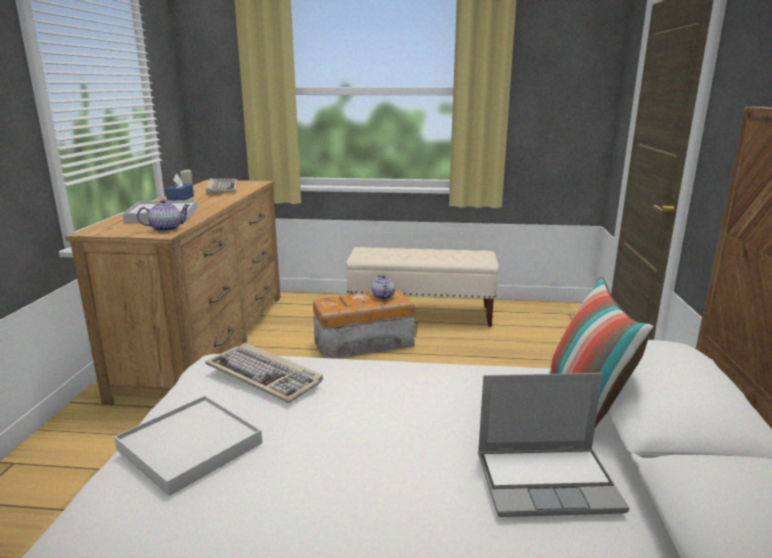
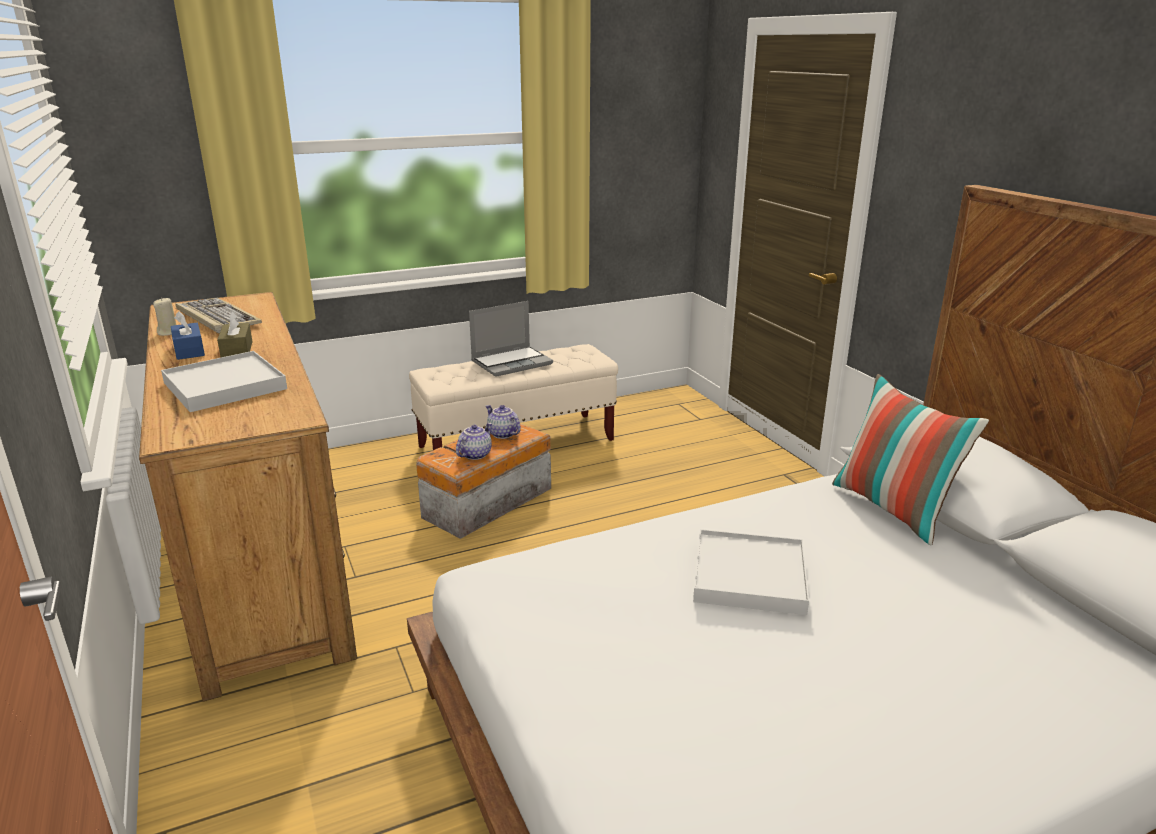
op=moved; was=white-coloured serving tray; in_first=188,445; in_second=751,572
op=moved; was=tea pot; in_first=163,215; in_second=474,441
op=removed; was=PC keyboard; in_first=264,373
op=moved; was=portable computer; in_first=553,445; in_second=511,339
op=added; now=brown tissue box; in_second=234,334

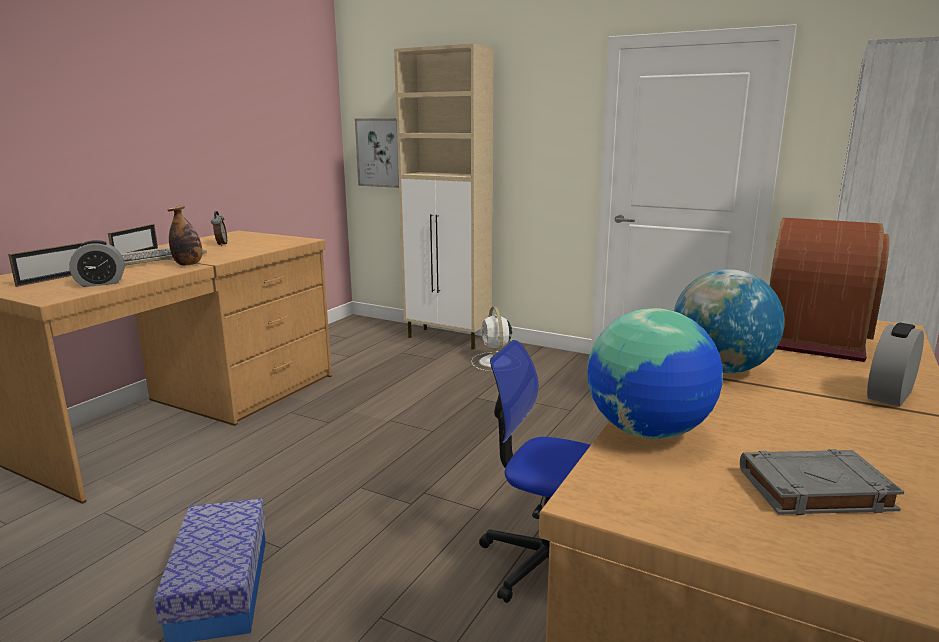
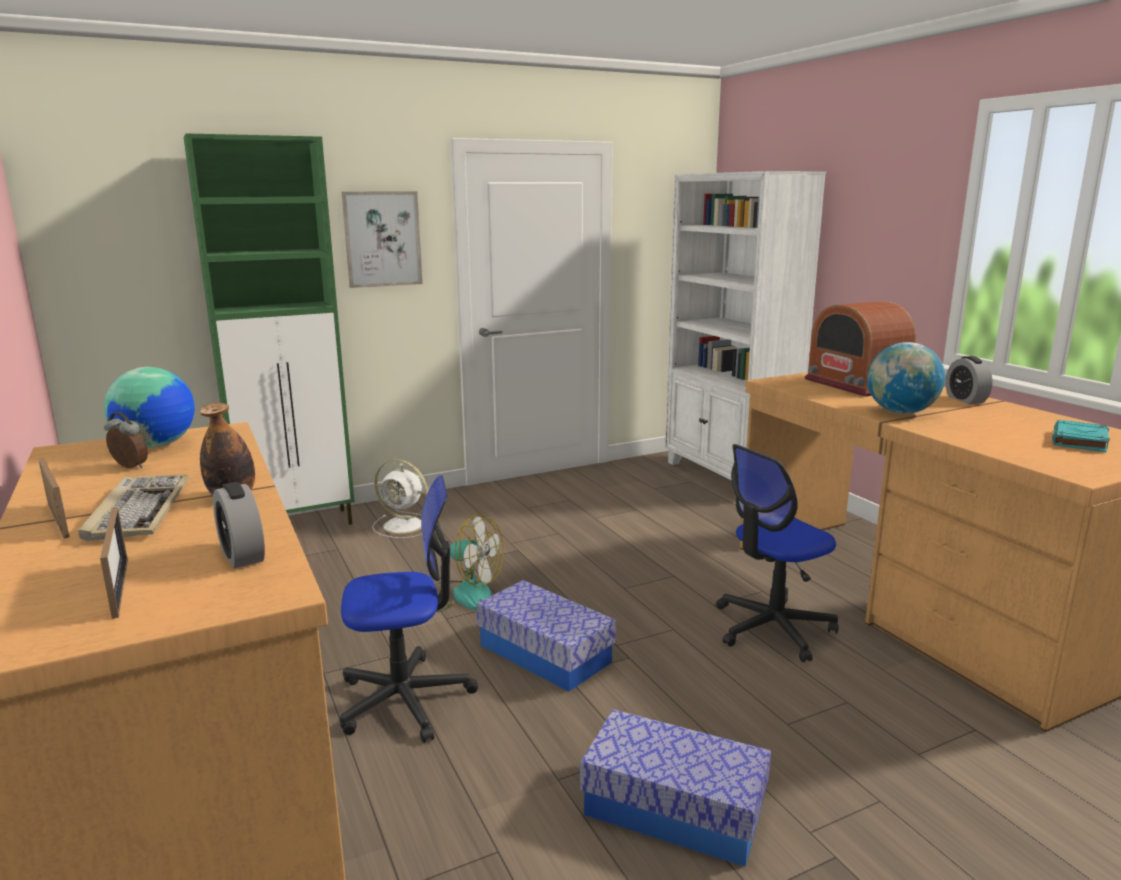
op=turned; was=alarm clock; in_first=96,263; in_second=239,525; clockwise=135
op=moved; was=picture; in_first=377,153; in_second=382,239
op=recoloured; was=sand-coloured cupboard; now=greenish cupboard; in_first=443,197; in_second=269,329
op=moved; was=globe; in_first=655,373; in_second=149,407
op=recoloured; was=greyish book; now=turquoise book; in_first=822,482; in_second=1081,436
op=added; now=desk chair; in_second=408,609
op=added; now=electric fan; in_second=470,563
op=added; now=storage container; in_second=546,636

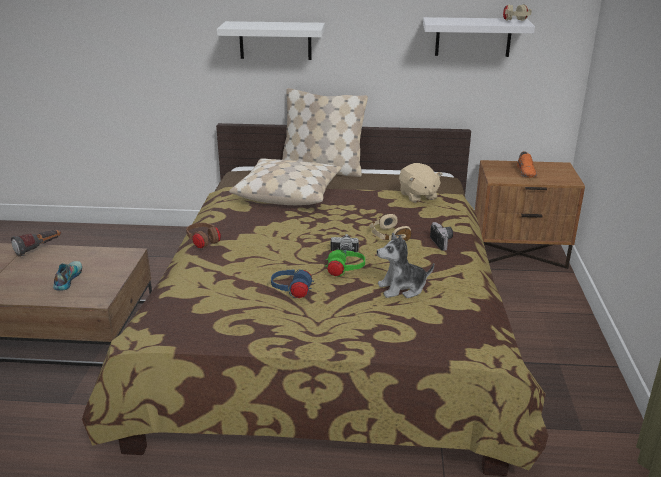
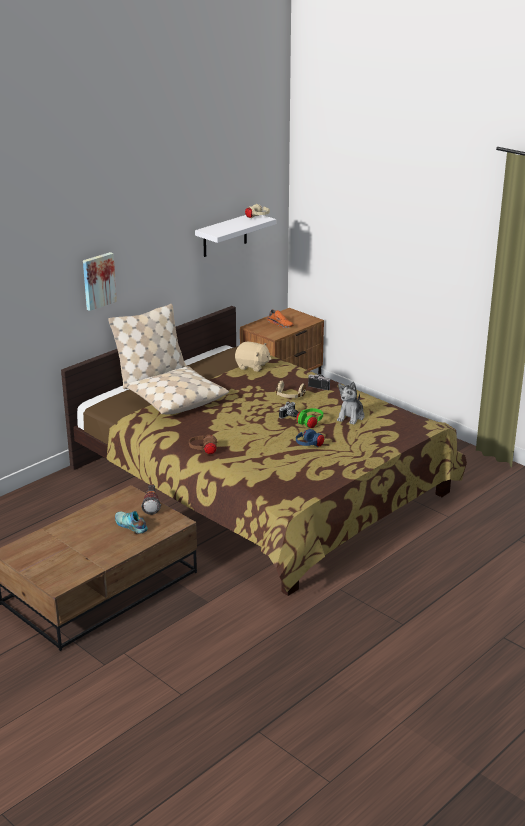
op=moved; was=flashlight; in_first=36,243; in_second=151,499
op=replaced; was=white-coloured shelf; now=picture; in_first=271,40; in_second=100,281

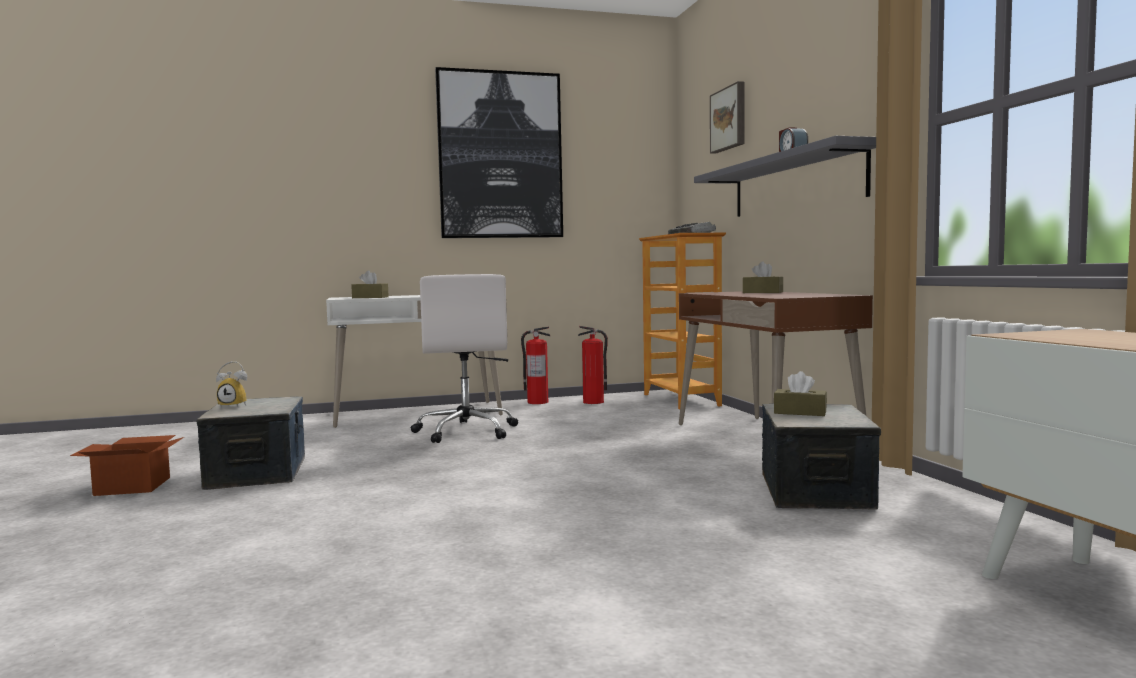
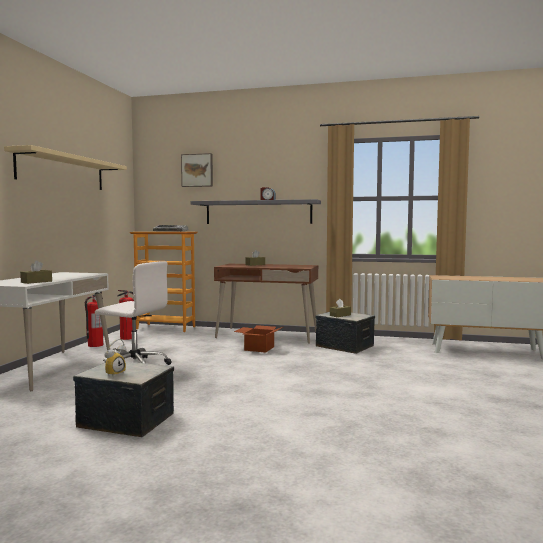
op=moved; was=cardboard box; in_first=127,465; in_second=258,339
op=replaced; was=picture; now=sand-coloured shelf; in_first=499,152; in_second=65,167

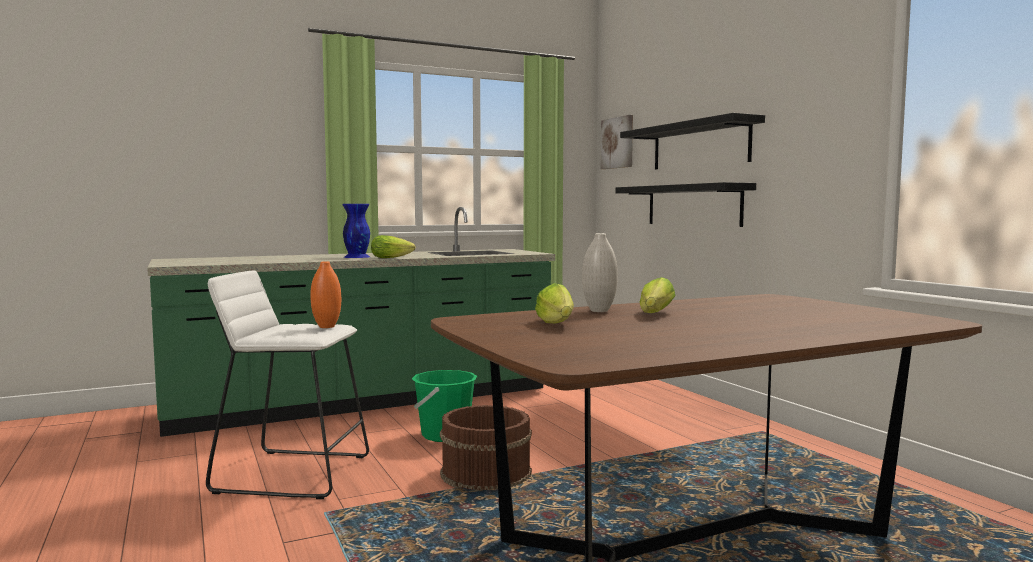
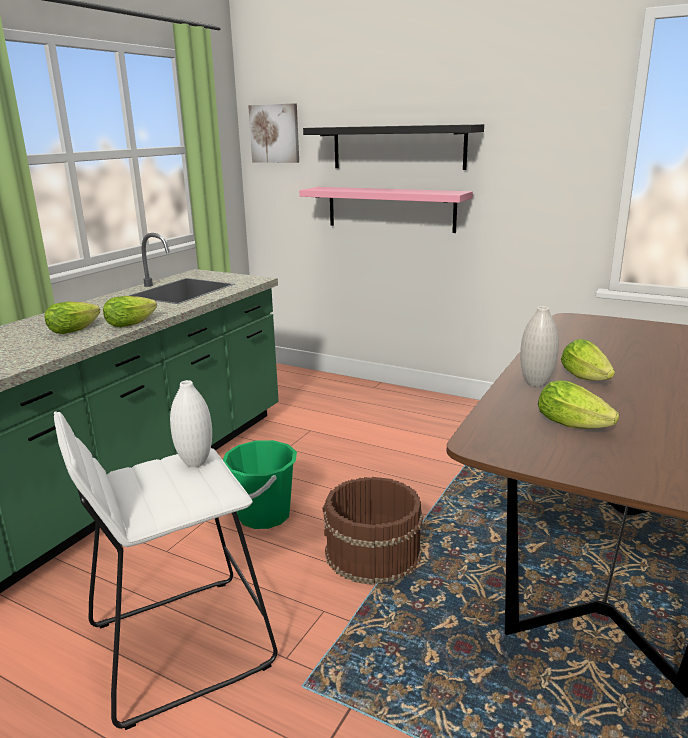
op=recoloured; was=orange-coloured flower vase; now=white-coloured flower vase; in_first=326,294; in_second=191,423
op=replaced; was=bluish flower vase; now=head of lettuce; in_first=356,231; in_second=72,317
op=recoloured; was=black-coloured shelf; now=pink-coloured shelf; in_first=685,204; in_second=386,210

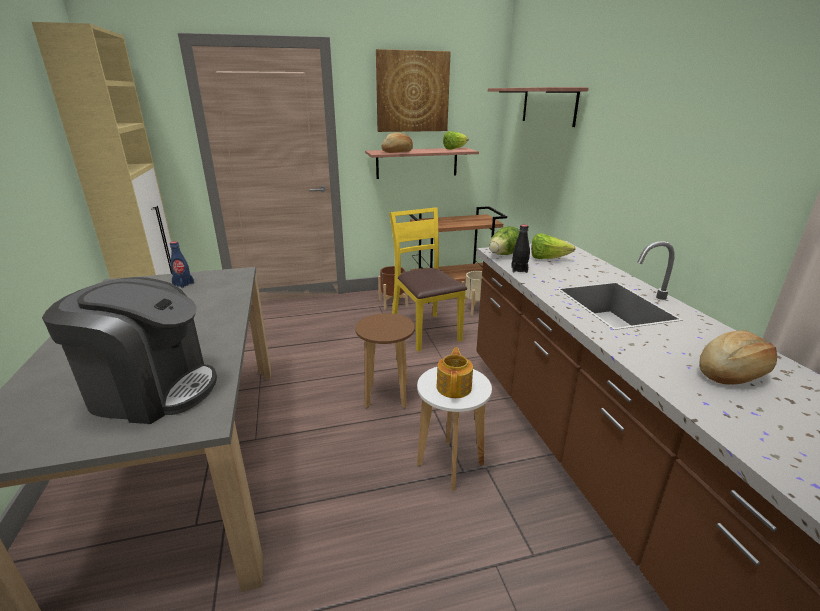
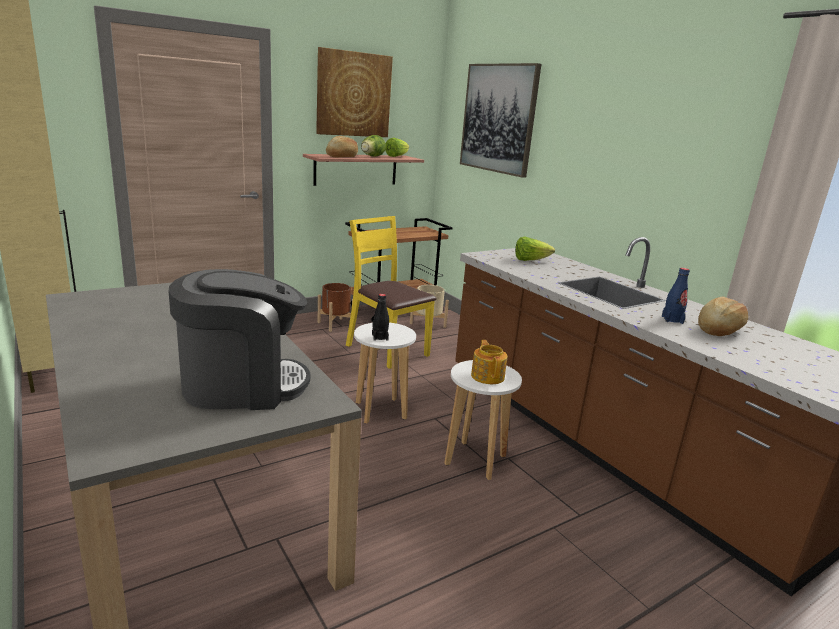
op=moved; was=bluish drink bottle; in_first=182,264; in_second=676,296
op=recoloured; was=brown stool seat; now=white-coloured stool seat; in_first=385,360; in_second=385,373
op=replaced; was=shelf; now=picture; in_first=538,107; in_second=500,120
op=moved; was=head of lettuce; in_first=504,240; in_second=373,146
op=moved; was=black-coloured drink bottle; in_first=520,249; in_second=380,317

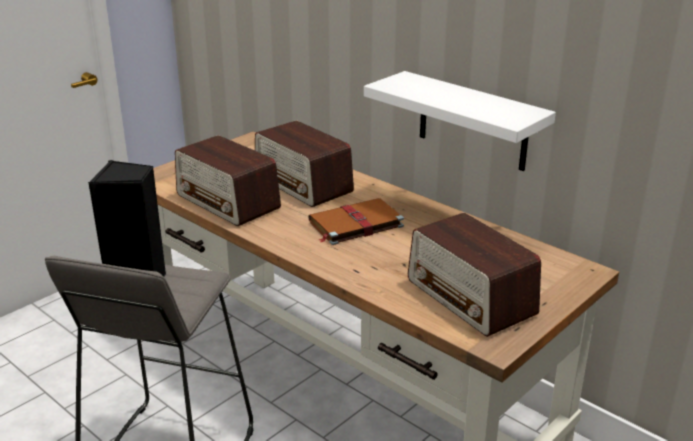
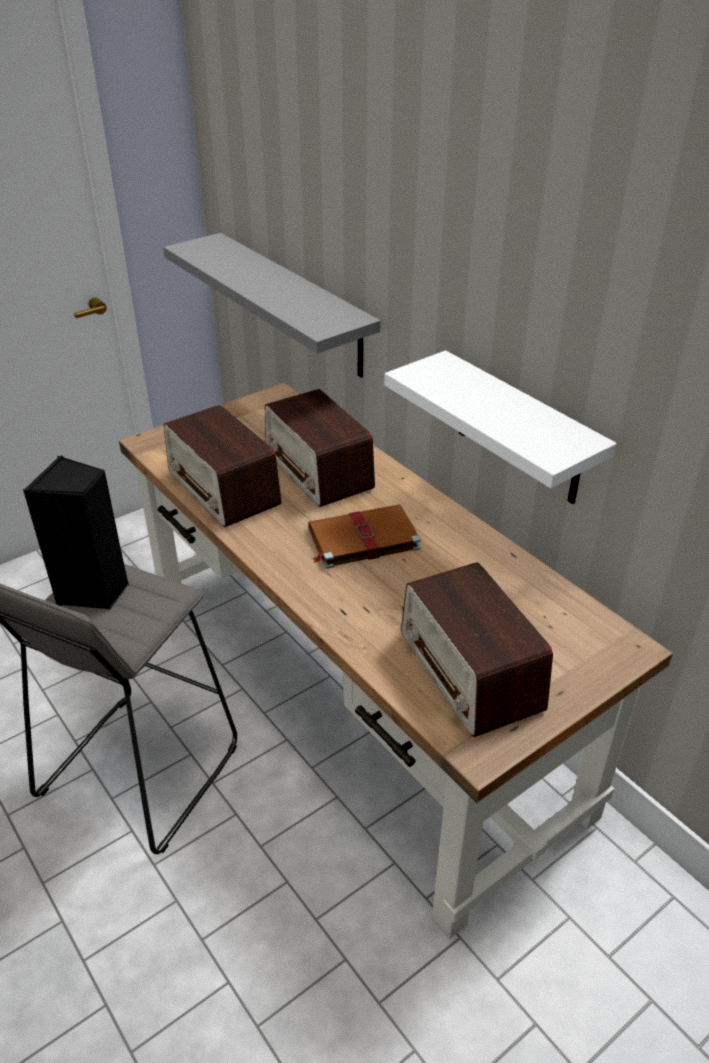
op=added; now=greyish shelf; in_second=271,305

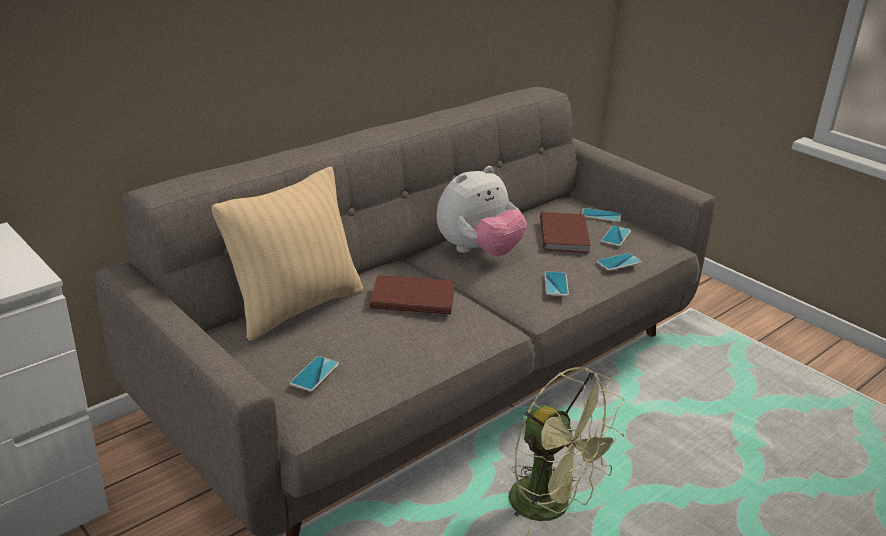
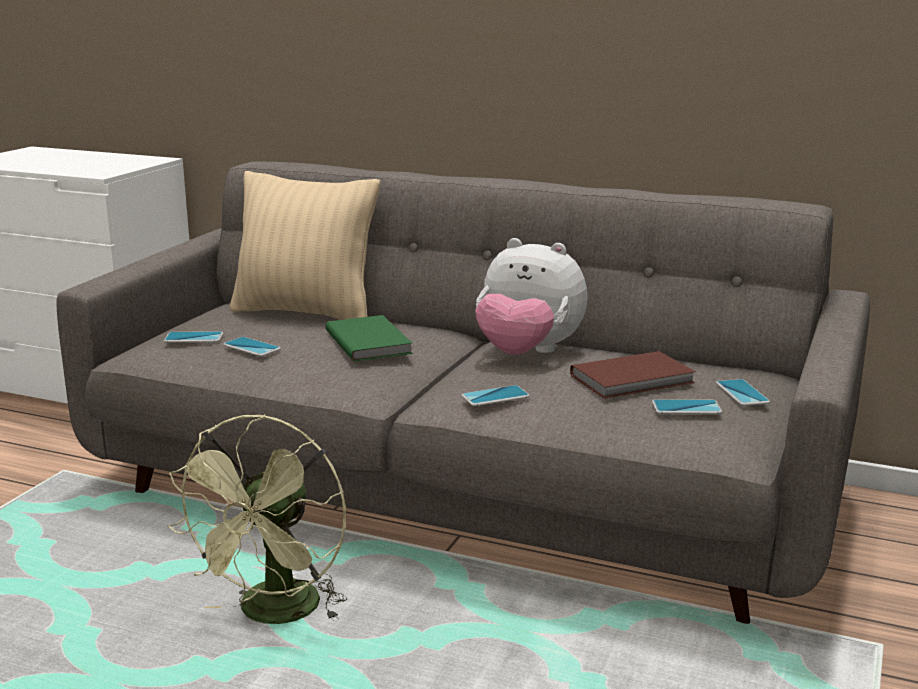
op=recoloured; was=brown book; now=greenish book; in_first=412,295; in_second=369,338
op=moved; was=handset; in_first=619,262; in_second=252,347

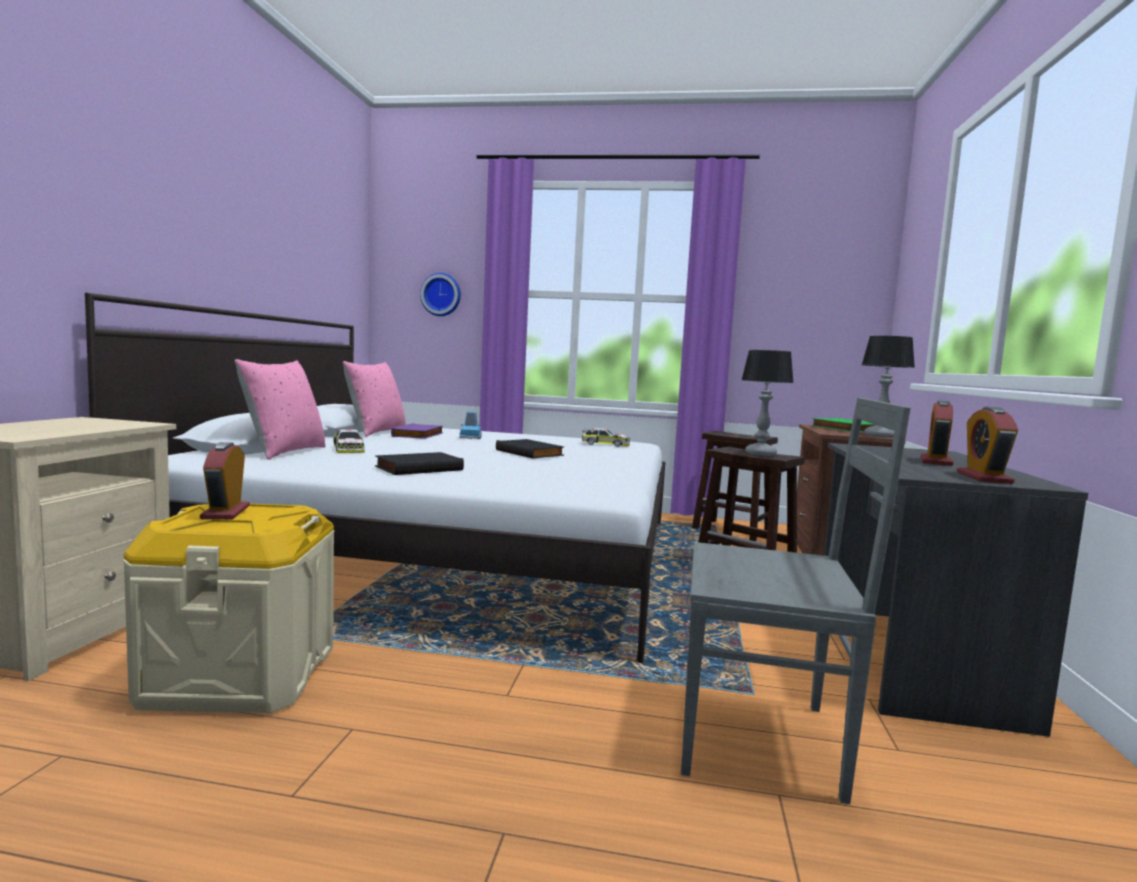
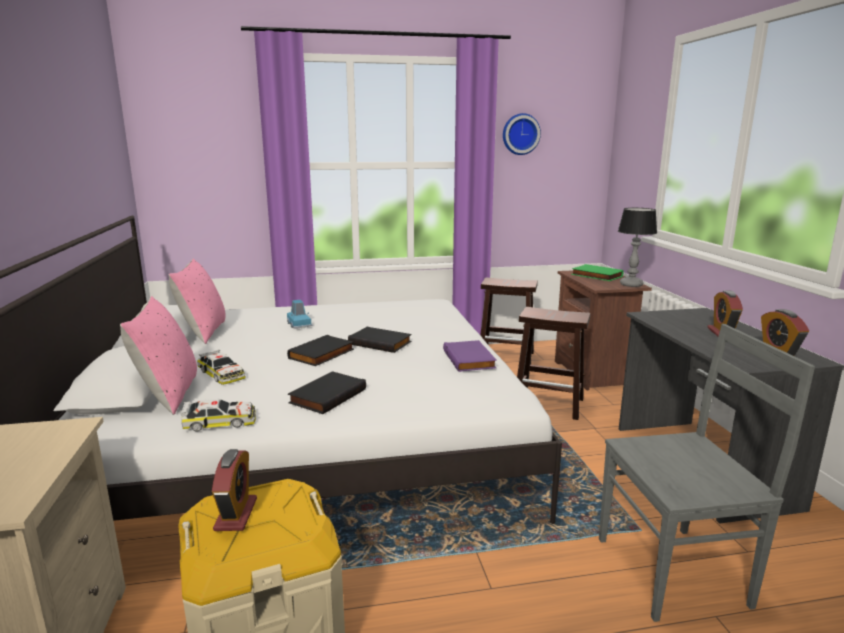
op=turned; was=alarm clock; in_first=225,480; in_second=234,490; clockwise=-150
op=moved; was=purple book; in_first=417,431; in_second=469,356
op=moved; was=wall clock; in_first=440,294; in_second=522,134
op=moved; was=model car; in_first=606,437; in_second=217,415
op=removed; was=tabletop lamp; in_first=768,403
op=added; now=black-coloured book; in_second=320,350

